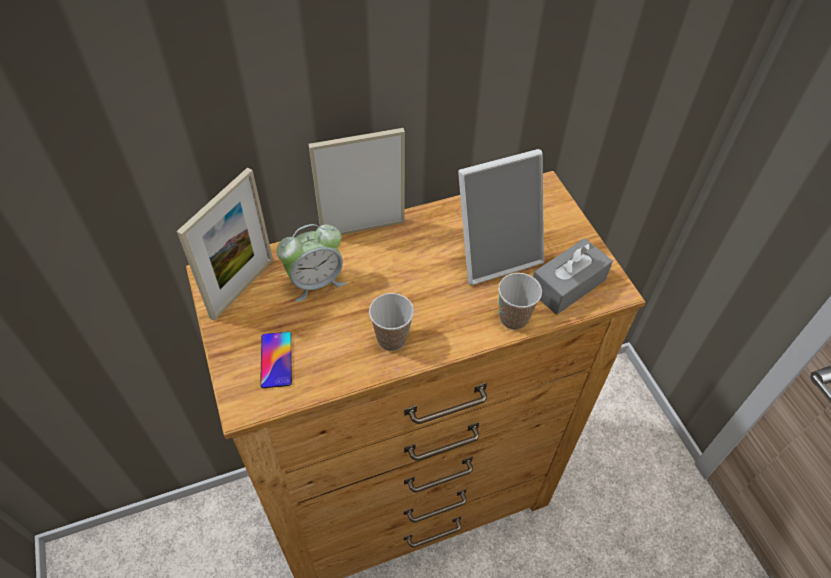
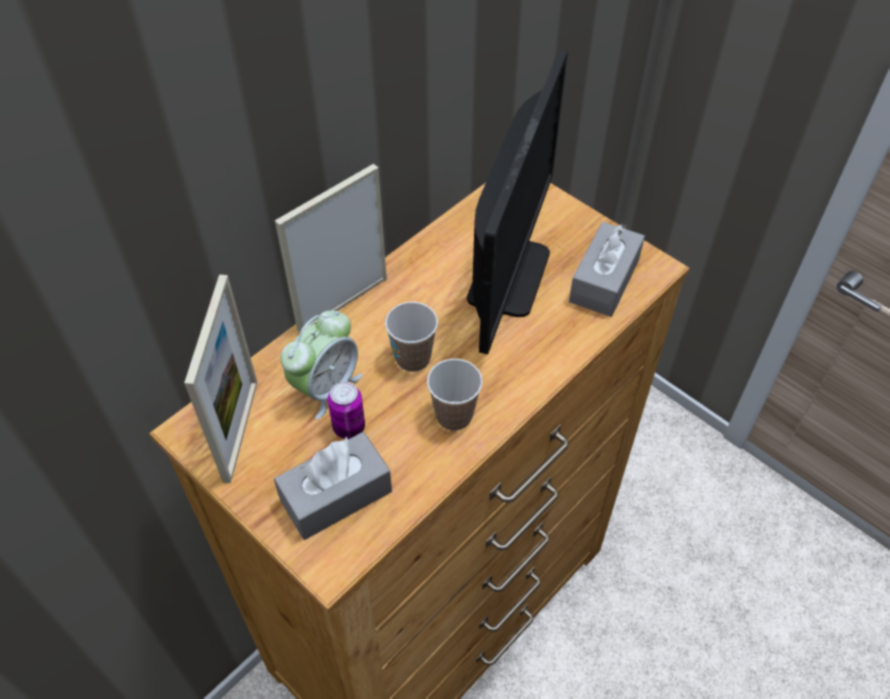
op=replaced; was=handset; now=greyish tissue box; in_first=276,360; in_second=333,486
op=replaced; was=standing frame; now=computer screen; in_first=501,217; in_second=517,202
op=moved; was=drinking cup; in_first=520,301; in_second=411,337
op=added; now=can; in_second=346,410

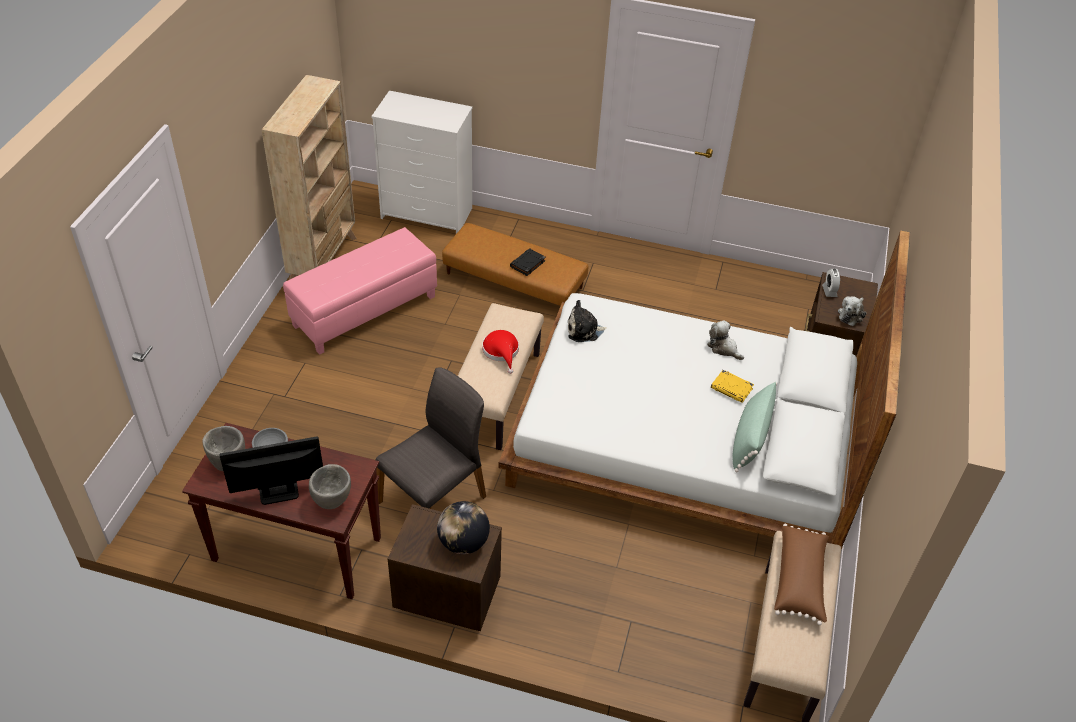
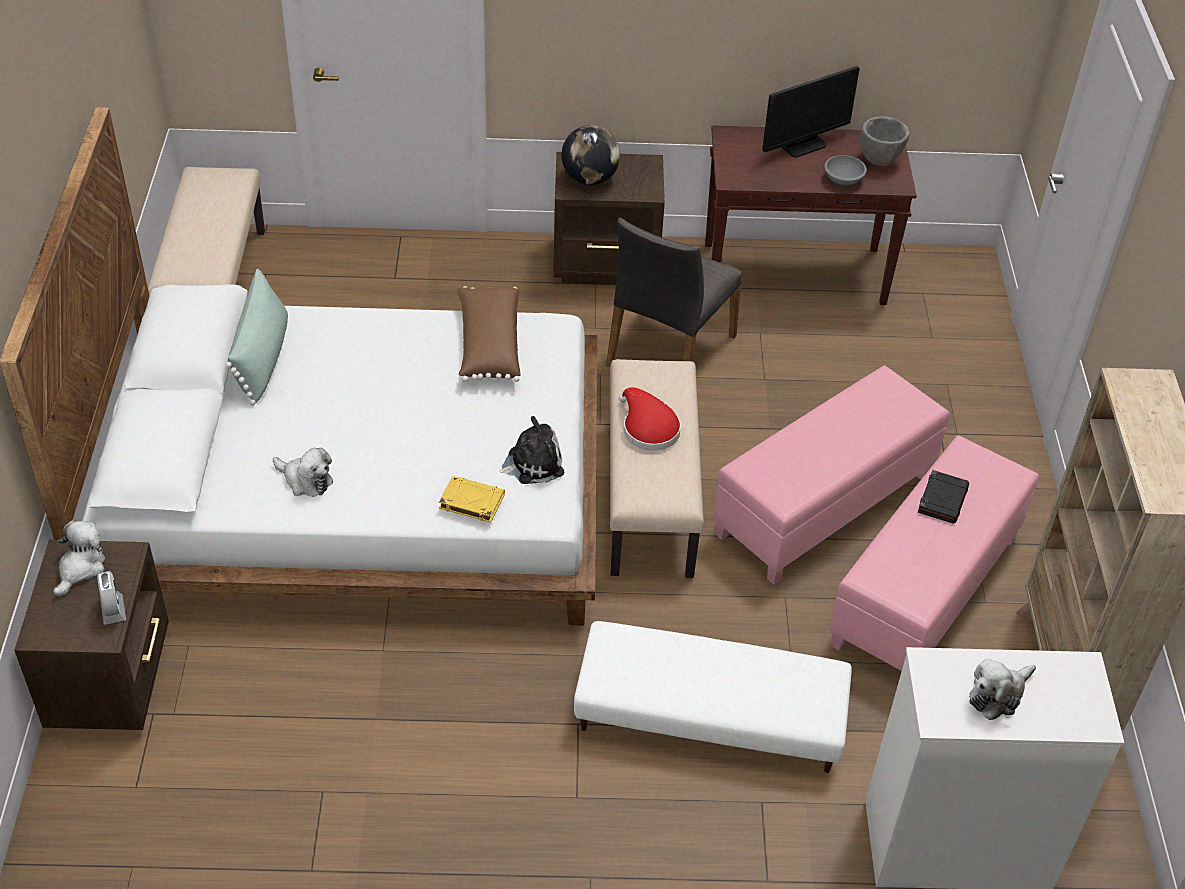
op=removed; was=greyish bowl; in_first=330,486
op=recoloured; was=brown footrest; now=white-coloured footrest; in_first=515,264; in_second=713,697
op=moved; was=black-coloured book; in_first=528,262; in_second=943,497
op=moved; was=yellow-coloured book; in_first=732,386; in_second=472,499
op=moved; was=brown throw pillow; in_first=801,574; in_second=489,334
op=added; now=pink-coloured footrest; in_second=831,474
op=added; now=plush toy; in_second=1002,689

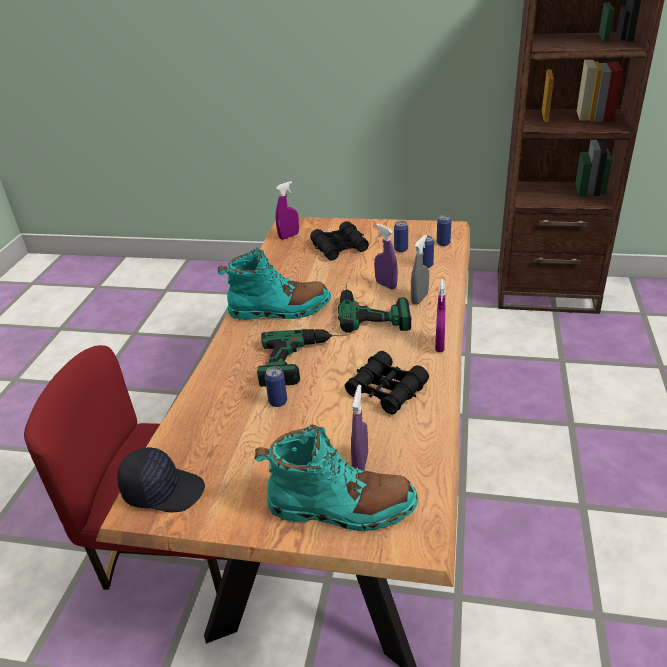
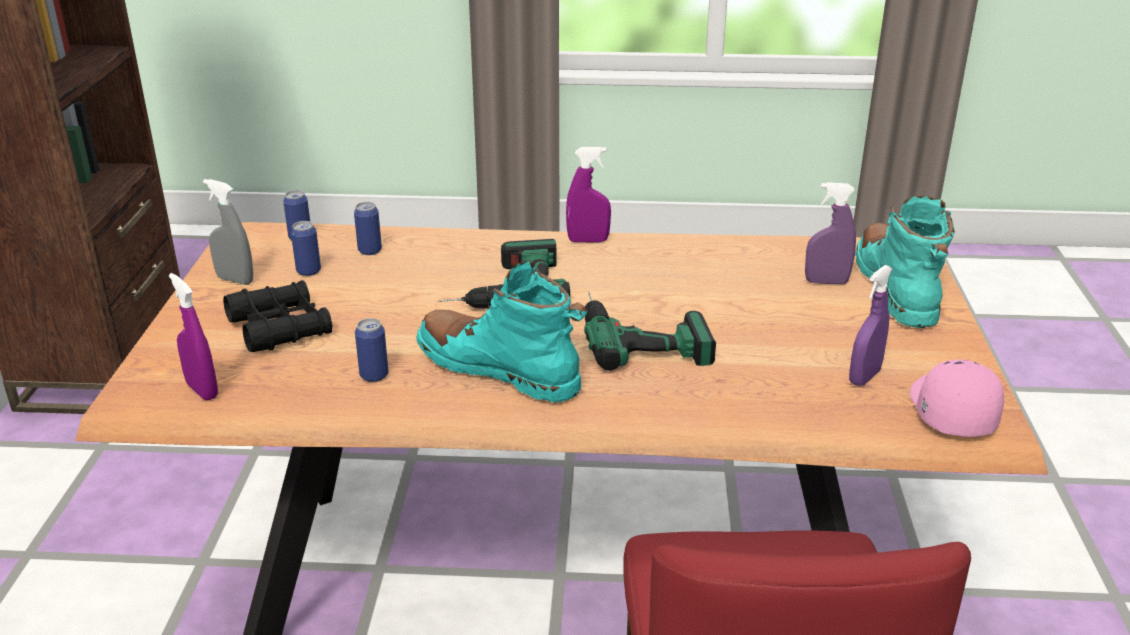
op=recoloured; was=black-coloured peaked cap; now=pink-coloured peaked cap; in_first=161,479; in_second=957,398
op=turned; was=turquoise tall boot; in_first=274,284; in_second=502,332; clockwise=-45
op=moved; was=can; in_first=276,386; in_second=371,350
op=removed; was=black-coloured pair of binoculars; in_first=387,383
op=moved; was=purple hand sprayer; in_first=386,257; in_second=870,325
op=moved; was=greyish hand sprayer; in_first=420,270; in_second=228,232

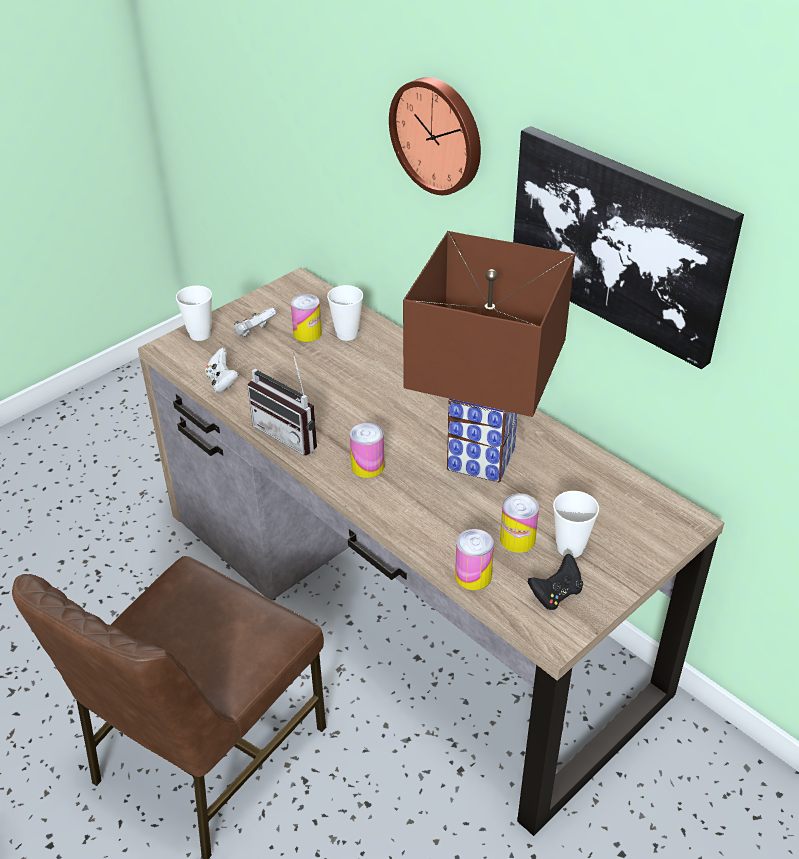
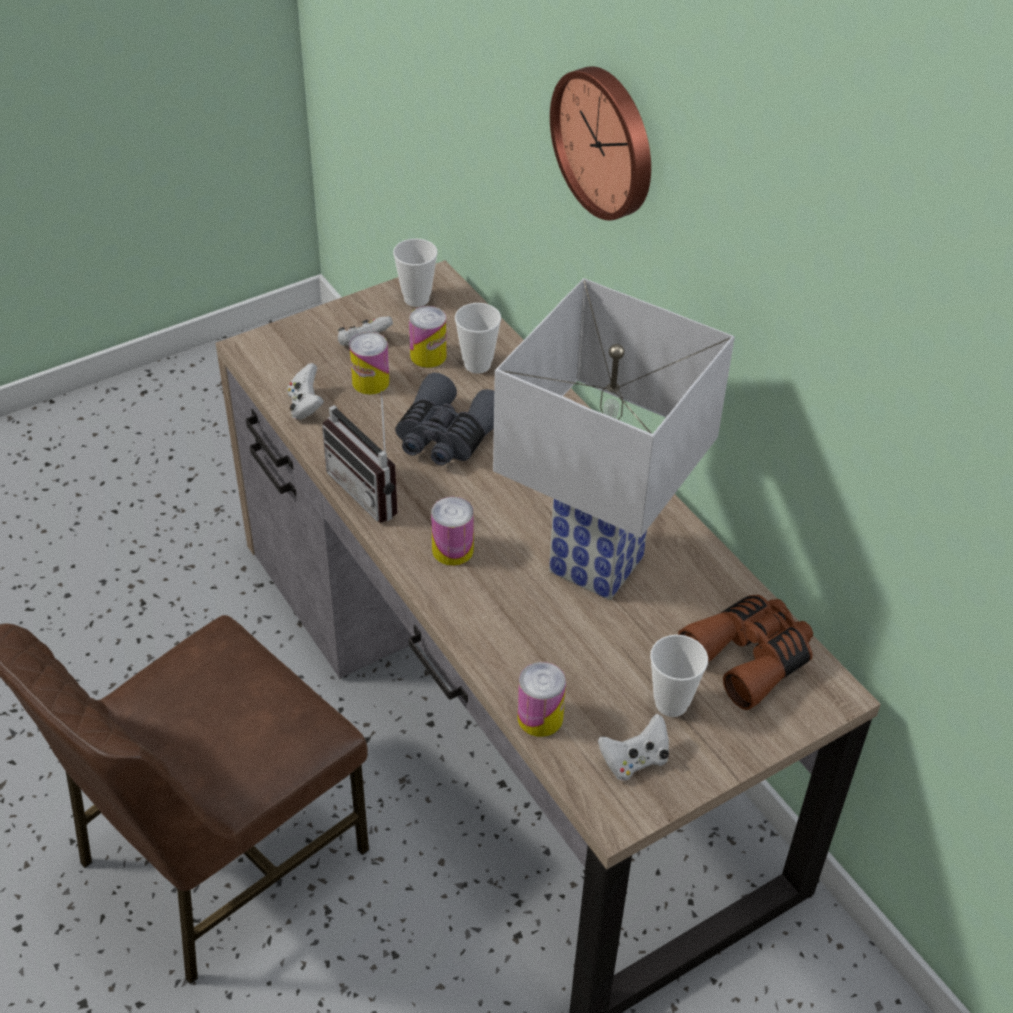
op=moved; was=drinking cup; in_first=194,313; in_second=415,273
op=recoloured; was=brown tabletop lamp; now=white-coloured tabletop lamp; in_first=489,356; in_second=614,439
op=moved; was=can; in_first=519,523; in_second=369,363
op=removed; was=picture; in_first=628,247
op=recoloured; was=black-coloured game controller; now=white-coloured game controller; in_first=555,582; in_second=633,747
op=added; now=greyish pair of binoculars; in_second=444,419
op=added; now=brown pair of binoculars; in_second=745,652

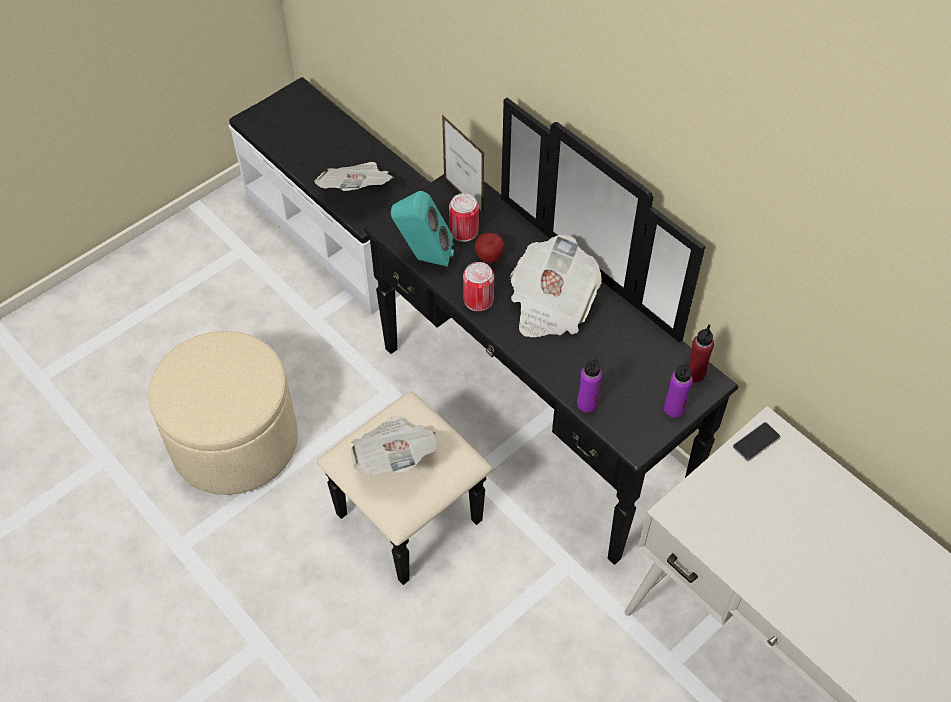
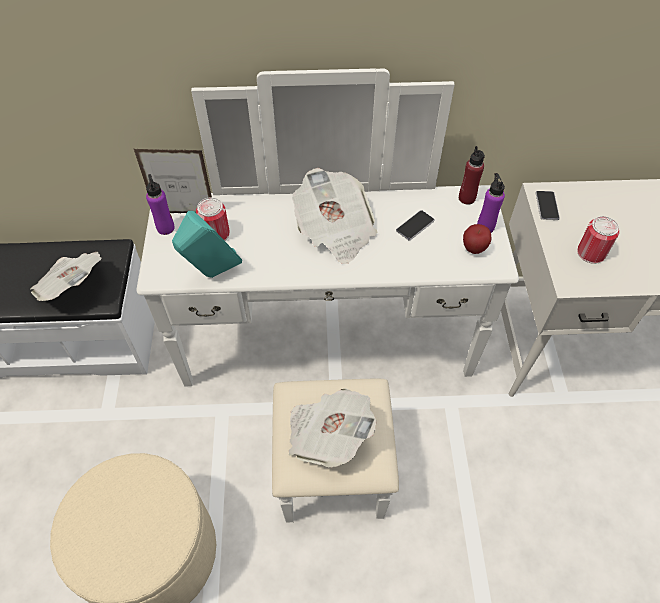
op=recoloured; was=black-coloured drawer chest; now=white-coloured drawer chest; in_first=527,341; in_second=327,296
op=moved; was=can; in_first=478,286; in_second=598,240
op=moved; was=apple fruit; in_first=490,248; in_second=477,239
op=moved; was=purple drink bottle; in_first=589,383; in_second=160,204
op=added; now=handset; in_second=415,225

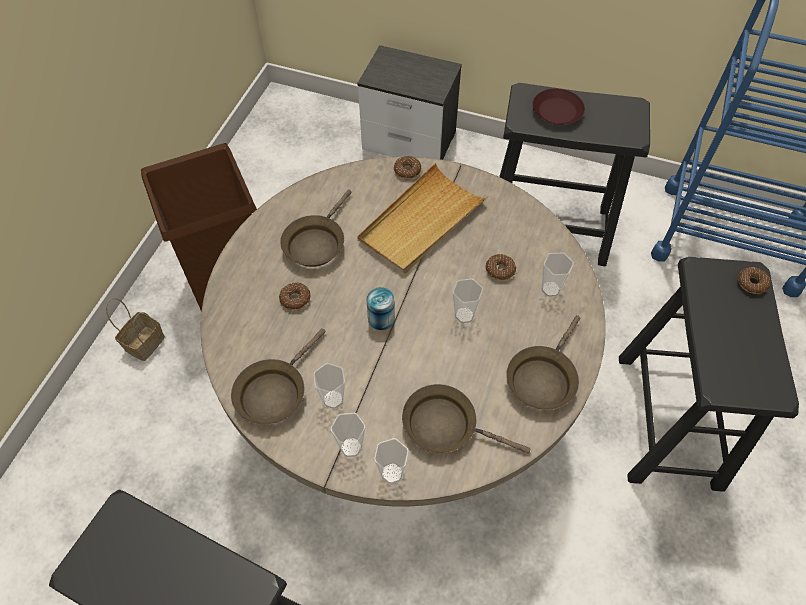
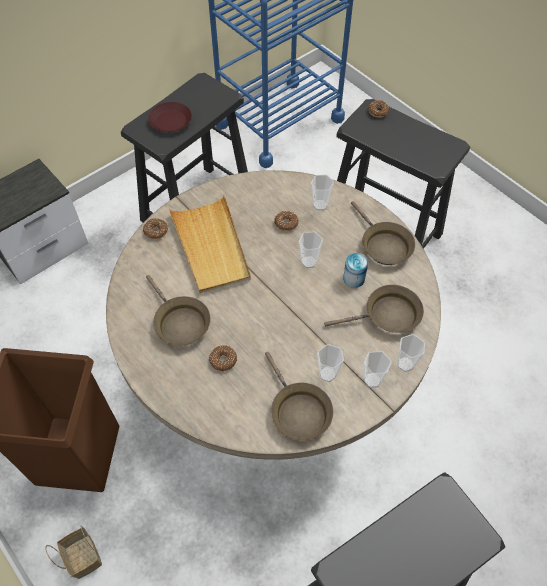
op=moved; was=can; in_first=380,308; in_second=355,270
op=turned; was=brown skillet; in_first=466,419; in_second=374,309; clockwise=-150

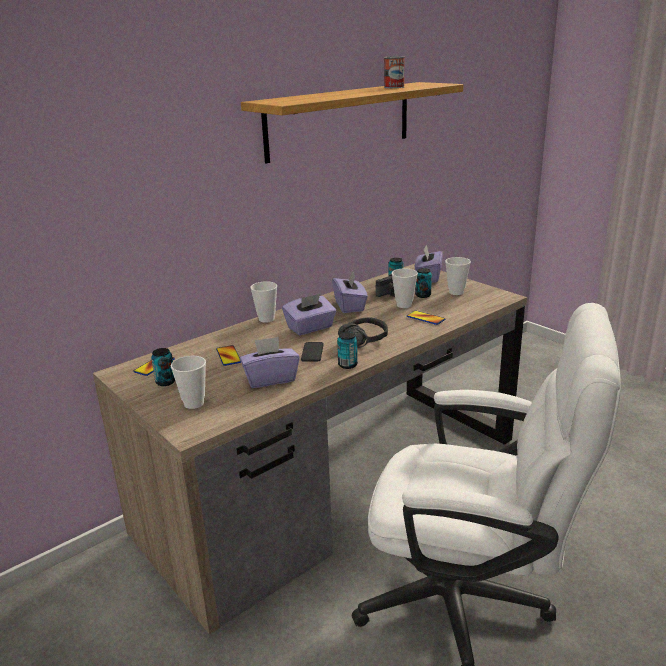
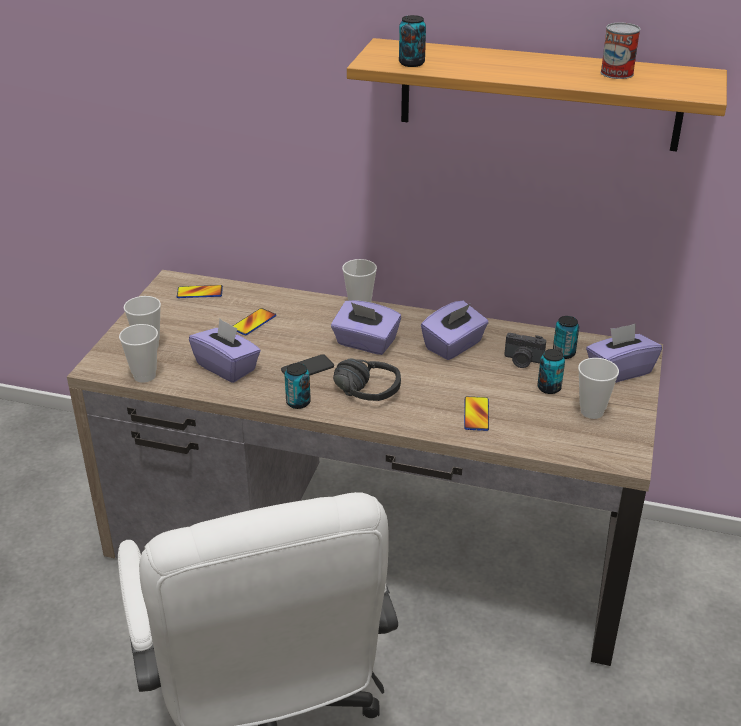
op=moved; was=can; in_first=163,367; in_second=412,41
op=moved; was=drinking cup; in_first=404,288; in_second=138,353

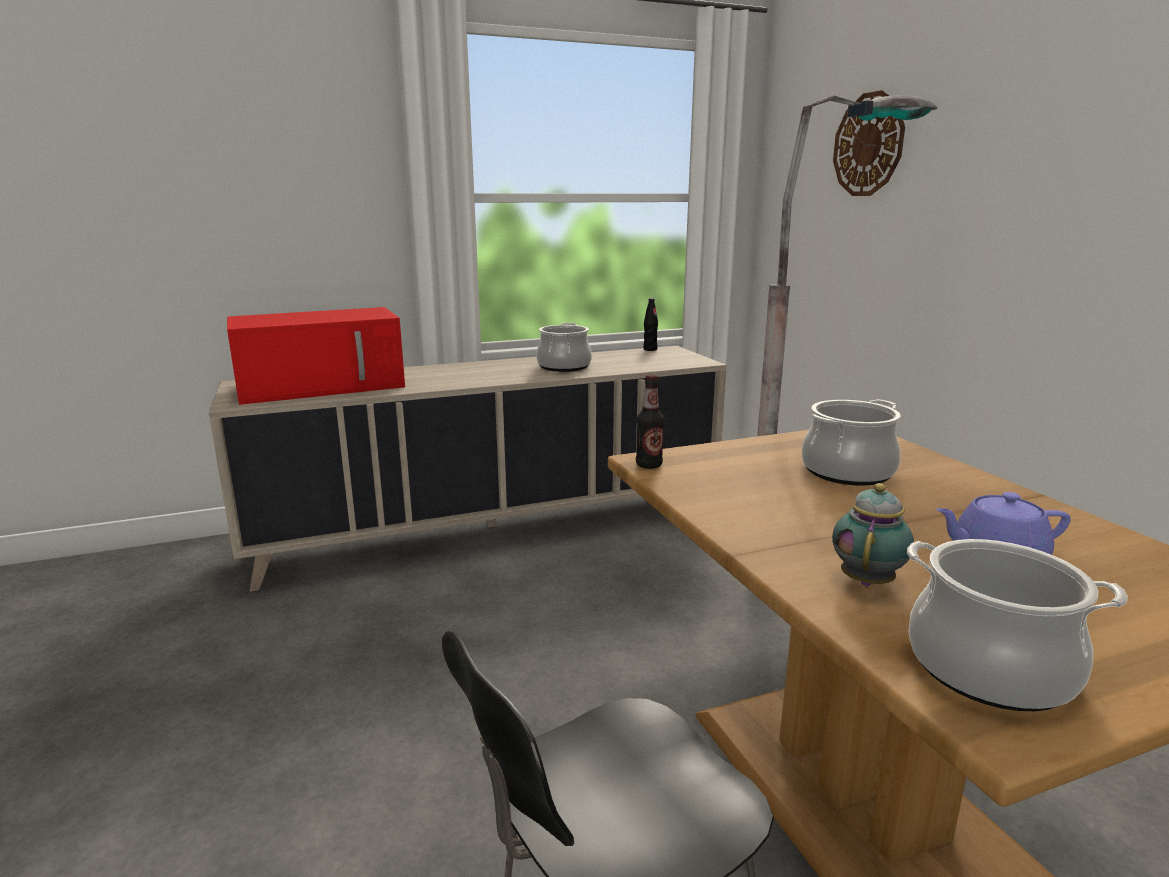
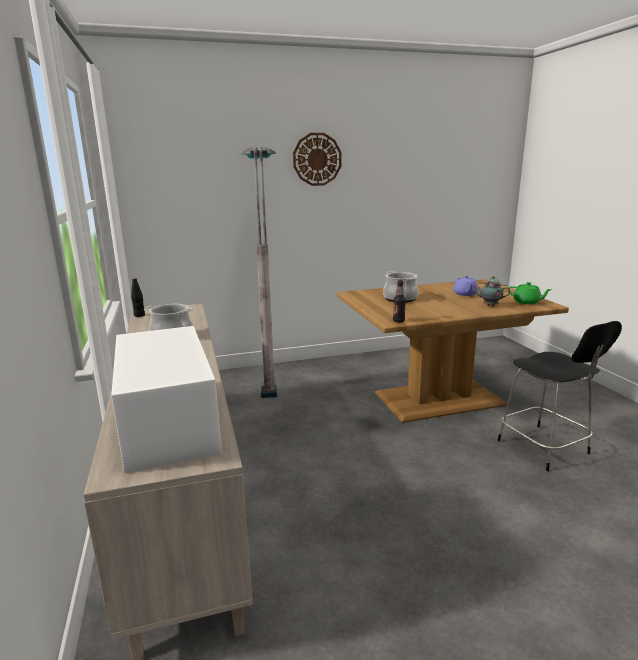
op=recoloured; was=red-coloured microwave; now=white-coloured microwave; in_first=316,356; in_second=166,400
op=moved; was=wall clock; in_first=869,143; in_second=317,159
op=replaced; was=saucepot; now=greenish tea pot; in_first=1017,625; in_second=530,293

